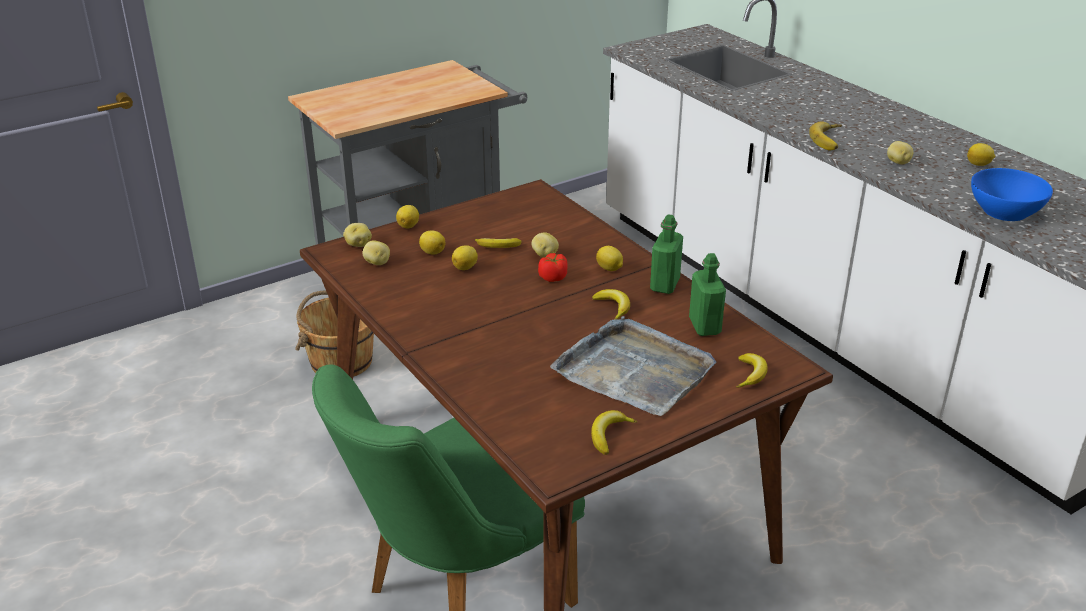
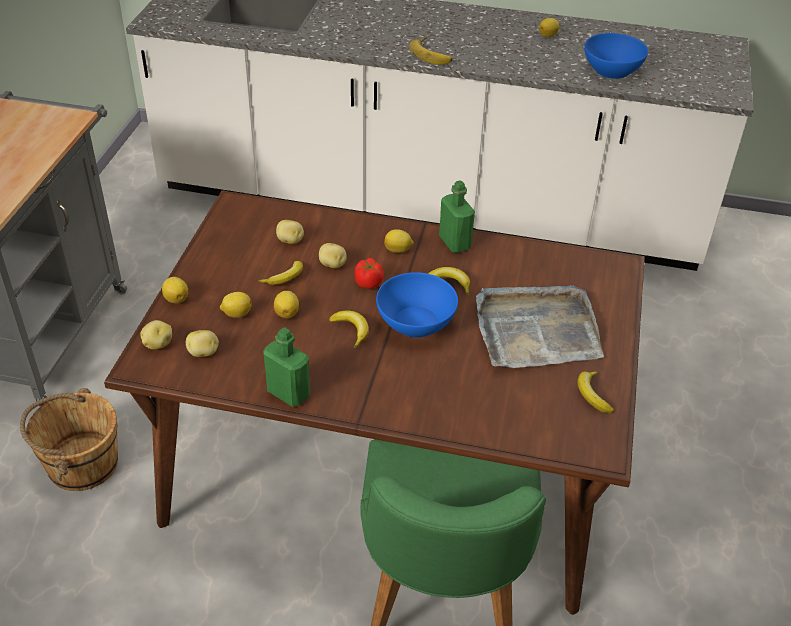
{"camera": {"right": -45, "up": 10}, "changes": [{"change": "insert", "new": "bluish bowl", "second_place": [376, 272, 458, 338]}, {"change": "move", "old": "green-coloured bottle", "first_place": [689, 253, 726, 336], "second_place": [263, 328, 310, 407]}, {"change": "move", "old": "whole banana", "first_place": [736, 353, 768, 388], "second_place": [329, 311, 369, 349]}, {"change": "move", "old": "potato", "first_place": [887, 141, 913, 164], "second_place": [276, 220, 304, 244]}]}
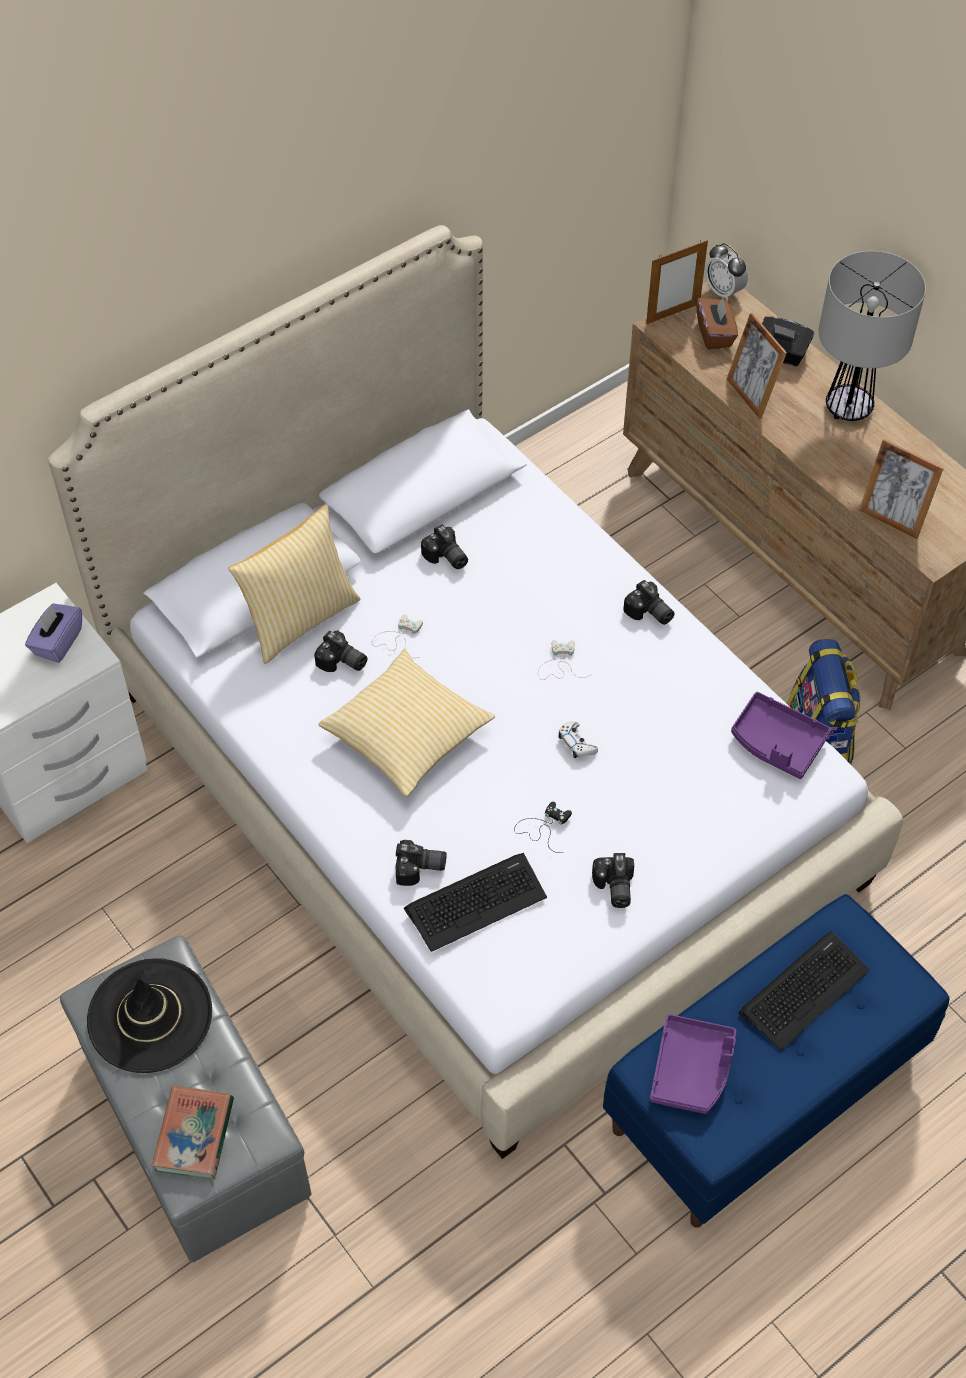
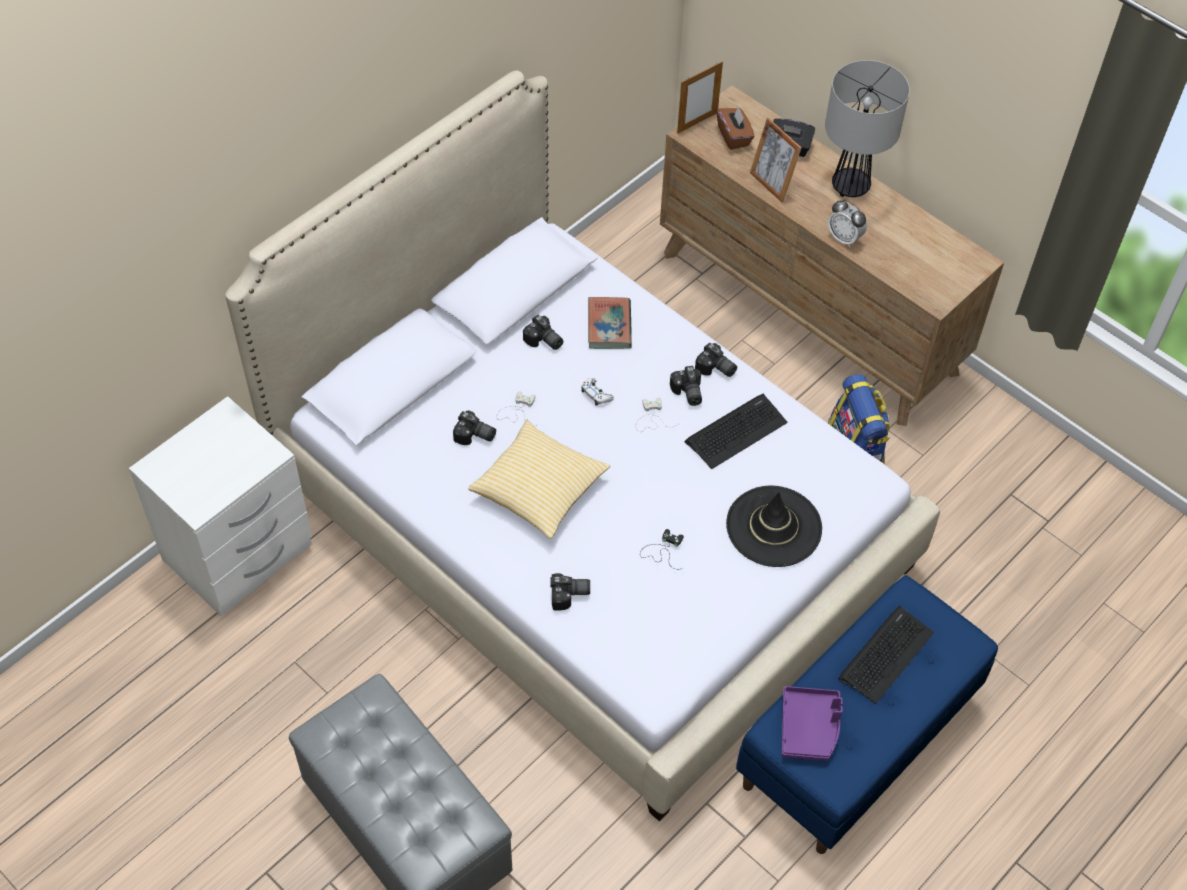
{"camera": {"right": -10, "up": 0}, "changes": [{"change": "delete", "old": "purplish tissue box", "first_place": [25, 603, 82, 663]}, {"change": "delete", "old": "throw pillow", "first_place": [229, 505, 361, 664]}, {"change": "delete", "old": "purplish serving tray", "first_place": [731, 692, 831, 779]}, {"change": "delete", "old": "picture frame", "first_place": [859, 439, 944, 539]}, {"change": "move", "old": "black-coloured clothing hat", "first_place": [87, 958, 212, 1073], "second_place": [726, 485, 822, 567]}, {"change": "move", "old": "bound book", "first_place": [152, 1086, 234, 1179], "second_place": [588, 297, 632, 349]}, {"change": "move", "old": "computer keyboard", "first_place": [404, 853, 547, 952], "second_place": [684, 394, 787, 469]}, {"change": "move", "old": "white-coloured gamepad", "first_place": [559, 721, 598, 758], "second_place": [581, 378, 614, 406]}, {"change": "move", "old": "still camera", "first_place": [592, 853, 634, 908], "second_place": [670, 366, 702, 406]}, {"change": "move", "old": "table clock", "first_place": [705, 243, 748, 301], "second_place": [828, 200, 867, 247]}]}
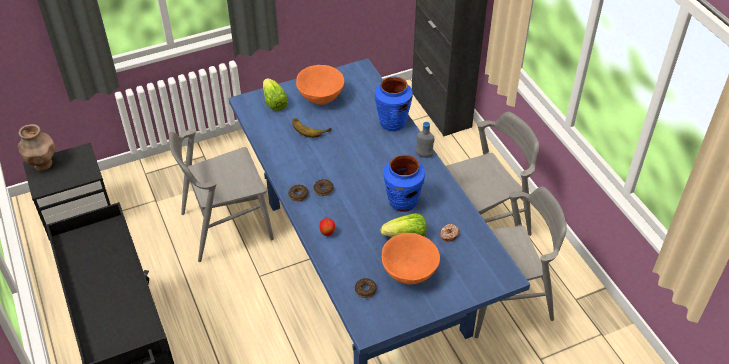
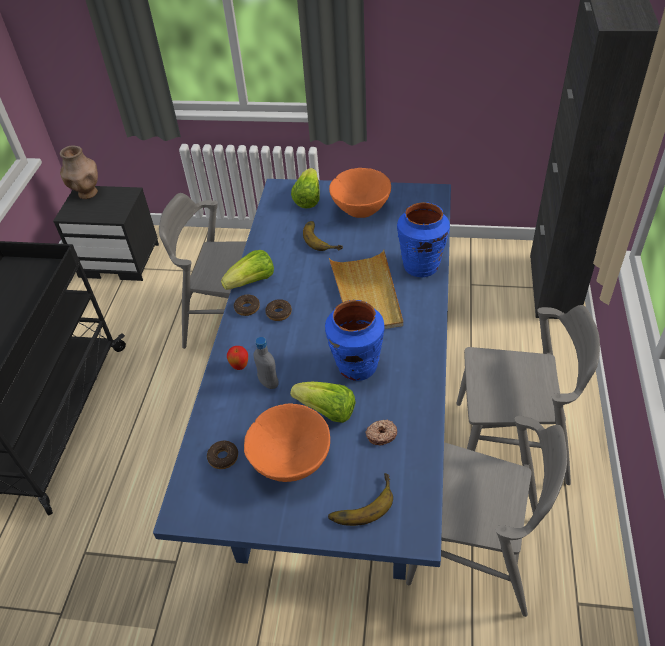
{"camera": {"right": 35, "up": 0}, "changes": [{"change": "insert", "new": "lettuce", "second_place": [221, 250, 274, 290]}, {"change": "insert", "new": "whole banana", "second_place": [328, 473, 393, 526]}, {"change": "insert", "new": "sand-coloured serving tray", "second_place": [329, 249, 403, 329]}, {"change": "move", "old": "gray bottle", "first_place": [416, 122, 435, 158], "second_place": [253, 337, 279, 389]}]}
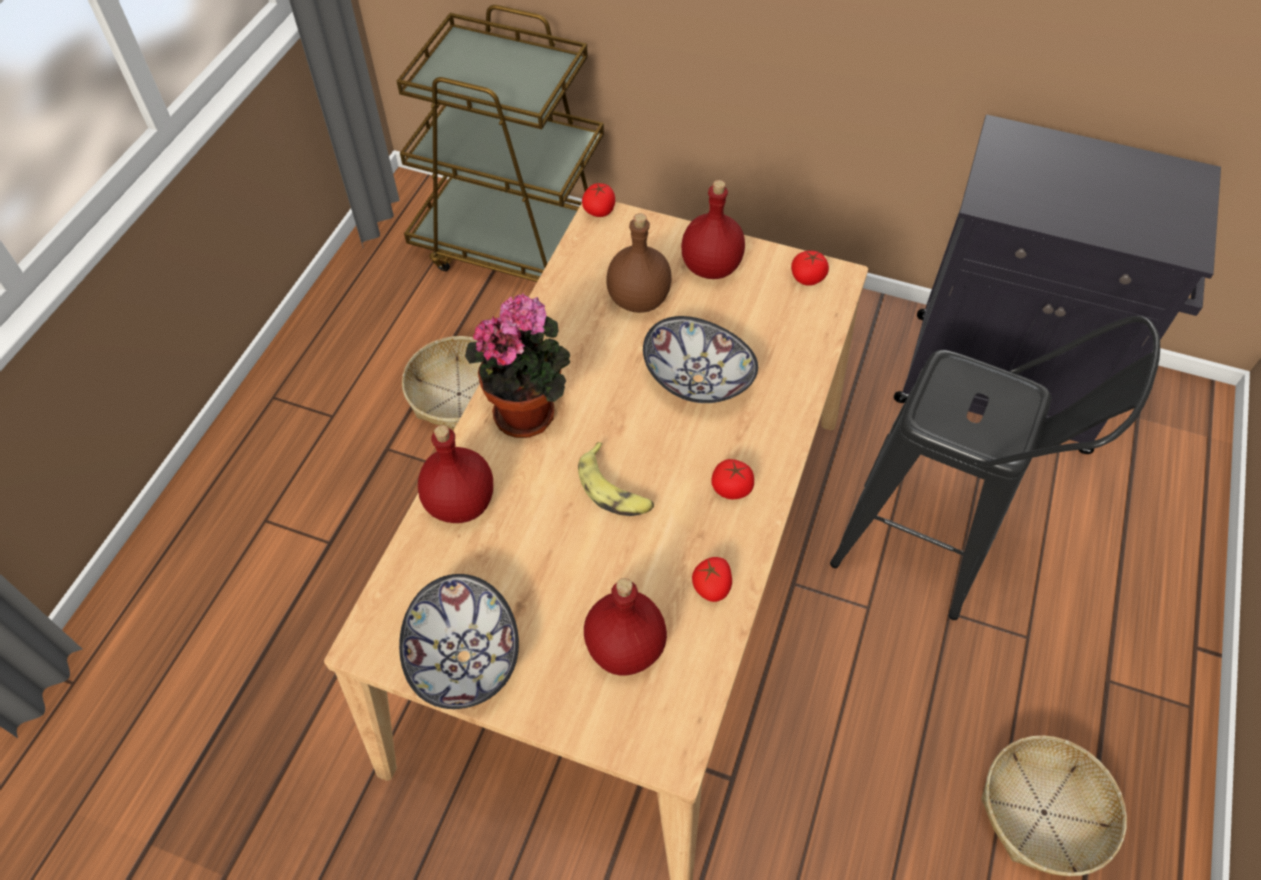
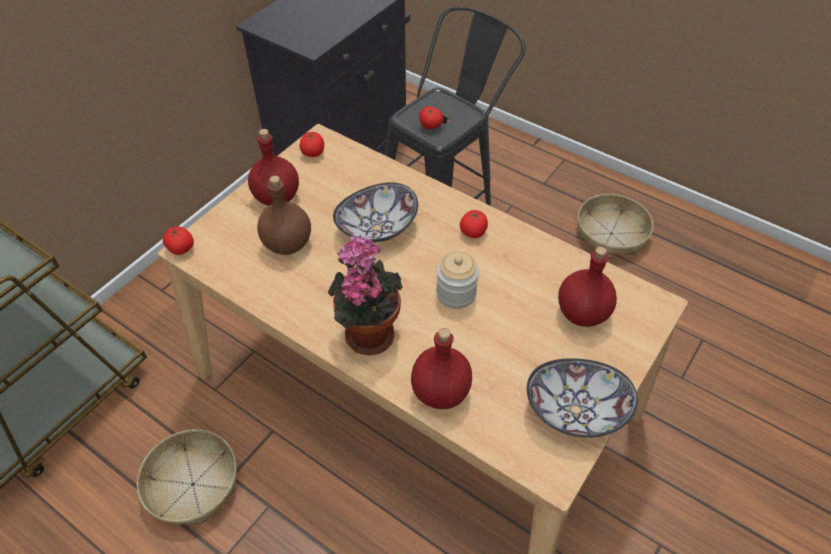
{"camera": {"right": -75, "up": -5}, "changes": [{"change": "move", "old": "fresh tomato", "first_place": [692, 557, 732, 602], "second_place": [419, 107, 443, 129]}, {"change": "replace", "old": "whole banana", "new": "storage jar", "first_place": [578, 442, 654, 516], "second_place": [436, 251, 479, 309]}]}
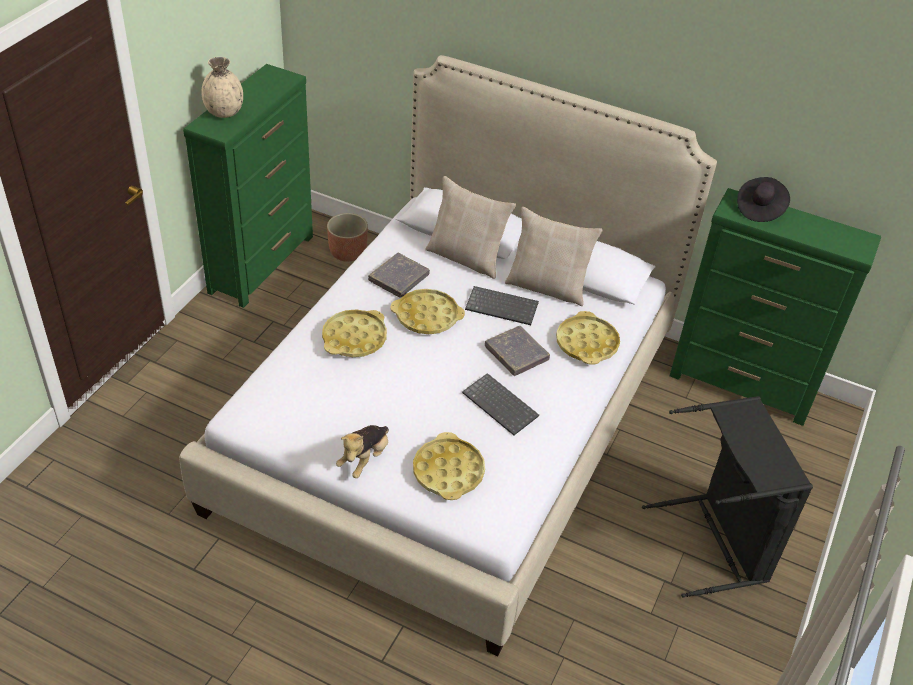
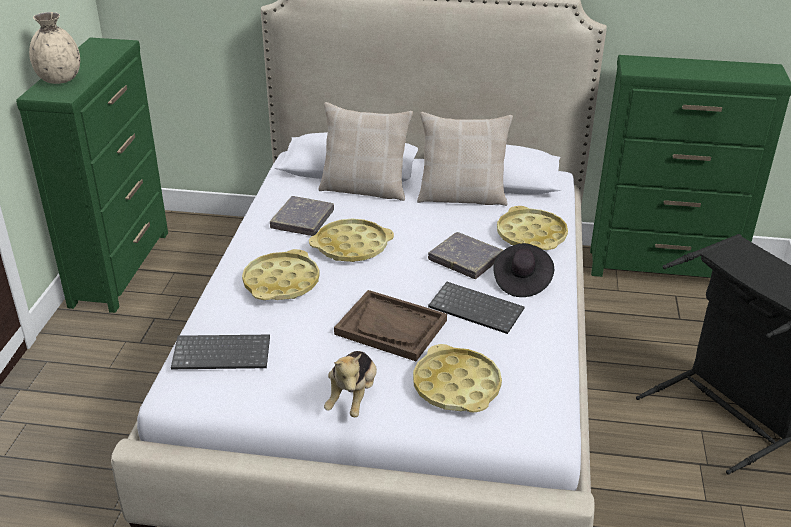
{"camera": {"right": -15, "up": -10}, "changes": [{"change": "delete", "old": "flower pot", "first_place": [327, 213, 368, 262]}, {"change": "insert", "new": "brown-coloured serving tray", "second_place": [334, 290, 447, 361]}, {"change": "move", "old": "computer keyboard", "first_place": [465, 286, 539, 325], "second_place": [171, 335, 270, 369]}, {"change": "move", "old": "black-coloured clothing hat", "first_place": [737, 177, 790, 222], "second_place": [493, 243, 554, 297]}]}
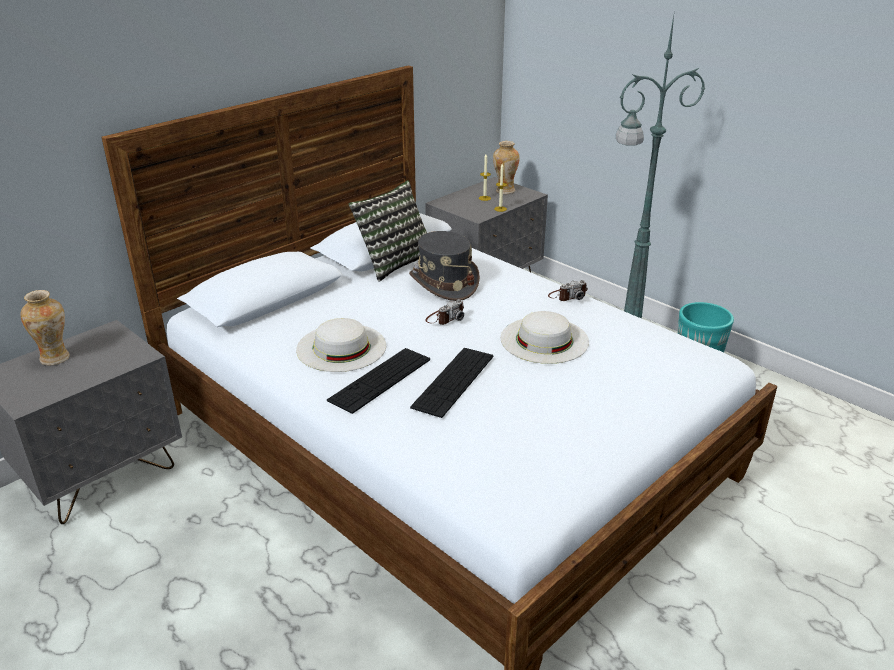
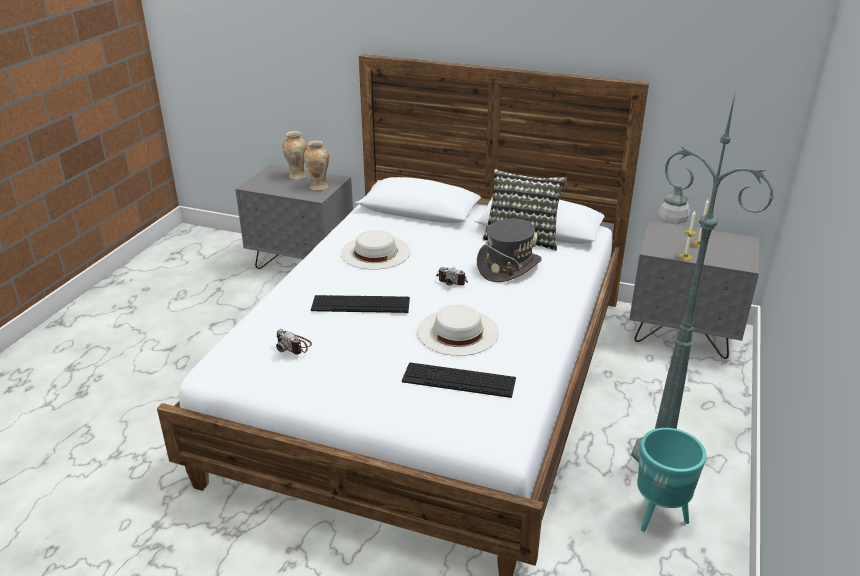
{"camera": {"right": 65, "up": 0}, "changes": [{"change": "move", "old": "computer keyboard", "first_place": [327, 348, 430, 414], "second_place": [402, 362, 516, 398]}, {"change": "move", "old": "flower vase", "first_place": [493, 141, 520, 194], "second_place": [304, 140, 329, 191]}, {"change": "move", "old": "still camera", "first_place": [548, 280, 588, 301], "second_place": [276, 329, 312, 355]}]}
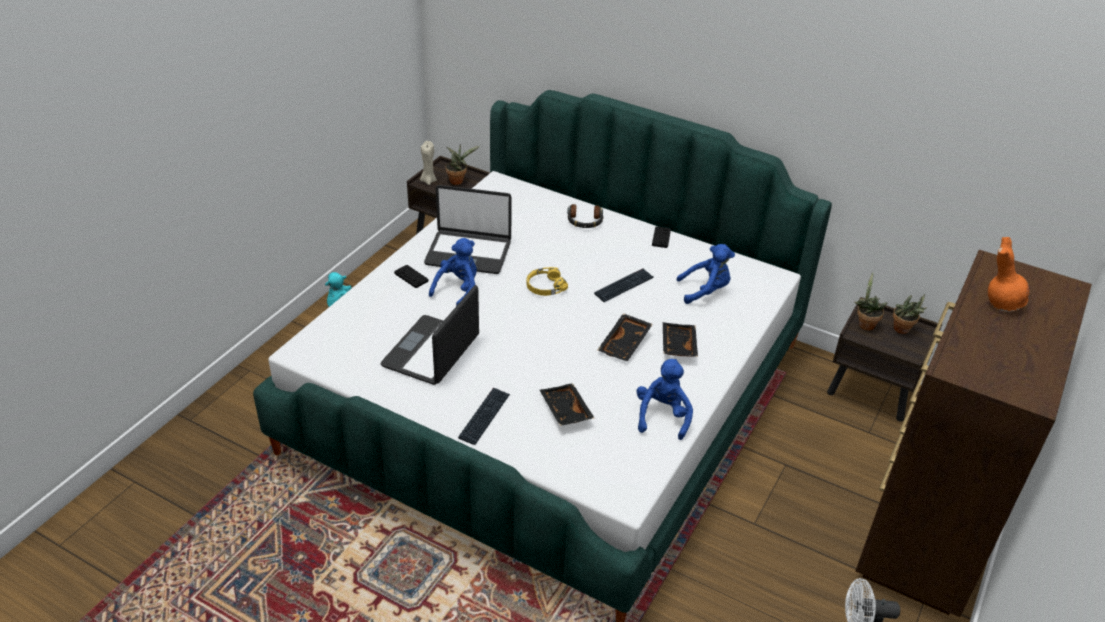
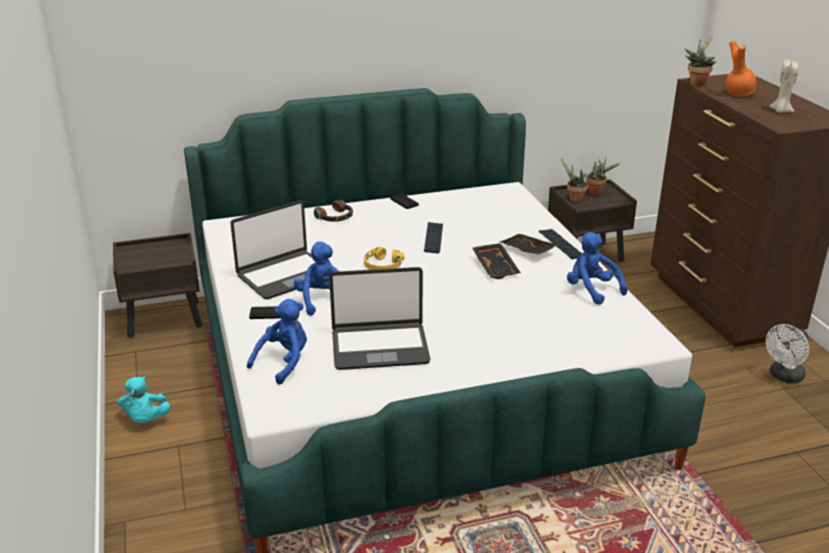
{"camera": {"right": -45, "up": -10}, "changes": [{"change": "delete", "old": "black-coloured serving tray", "first_place": [540, 383, 594, 426]}, {"change": "move", "old": "sand-coloured wax light", "first_place": [420, 141, 437, 185], "second_place": [770, 60, 799, 113]}, {"change": "move", "old": "plant in a pot", "first_place": [445, 144, 480, 185], "second_place": [685, 35, 716, 86]}, {"change": "move", "old": "computer keyboard", "first_place": [458, 387, 510, 445], "second_place": [539, 229, 582, 259]}, {"change": "move", "old": "bluish plush toy", "first_place": [677, 244, 735, 304], "second_place": [247, 299, 307, 385]}, {"change": "rotate", "old": "portable computer", "first_place": [381, 285, 479, 385], "second_place": [329, 267, 430, 370], "degrees": -75}]}
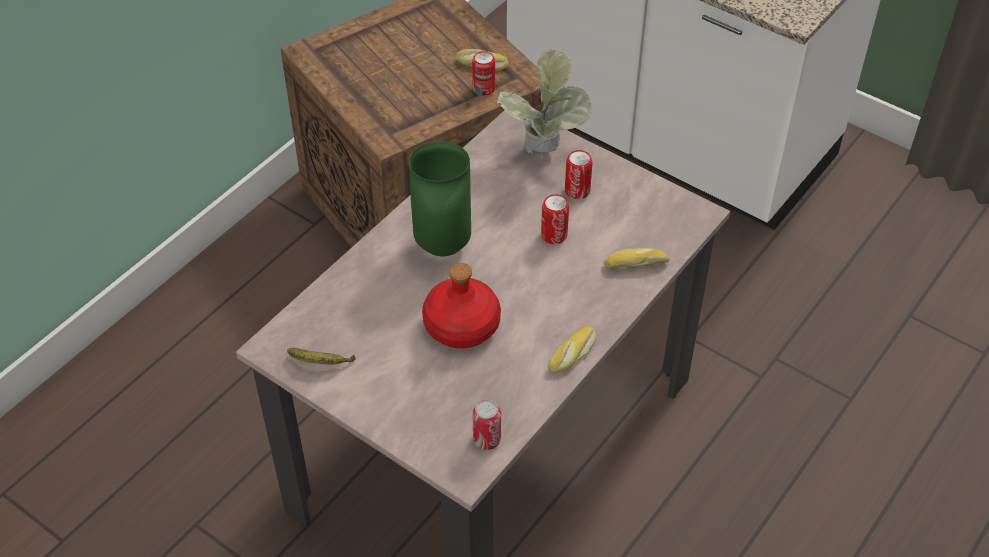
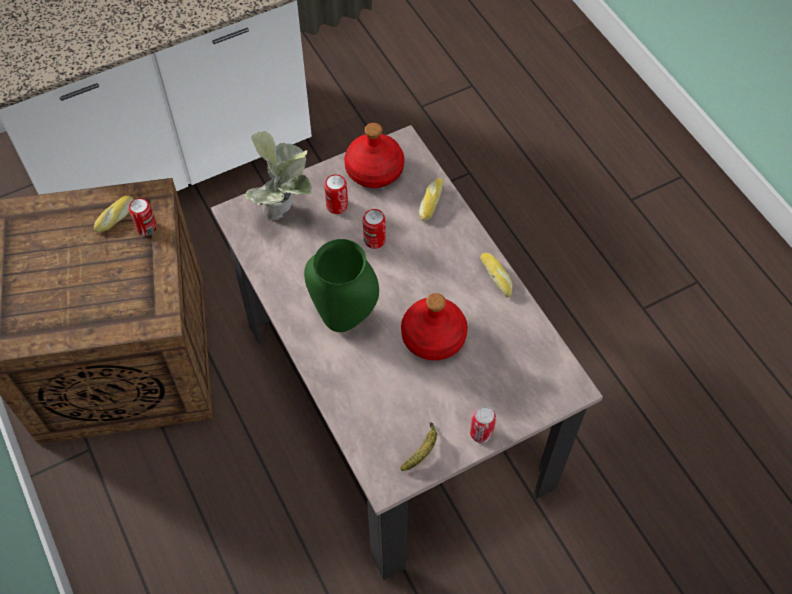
{"camera": {"right": -65, "up": 10}, "changes": [{"change": "insert", "new": "reddish bottle", "second_place": [344, 123, 404, 188]}, {"change": "move", "old": "sealed can", "first_place": [472, 399, 501, 450], "second_place": [470, 406, 496, 443]}]}
